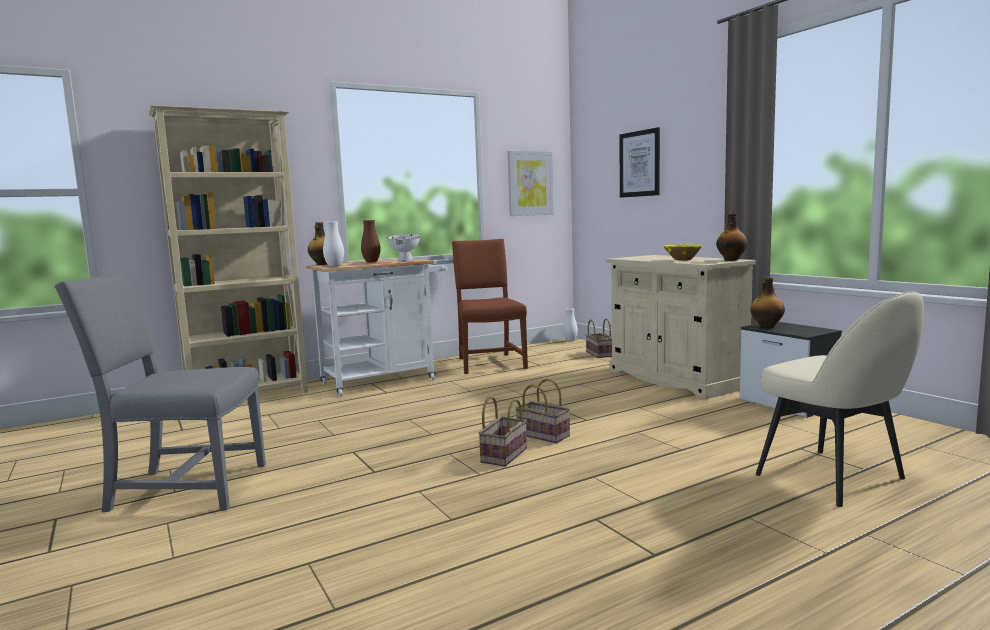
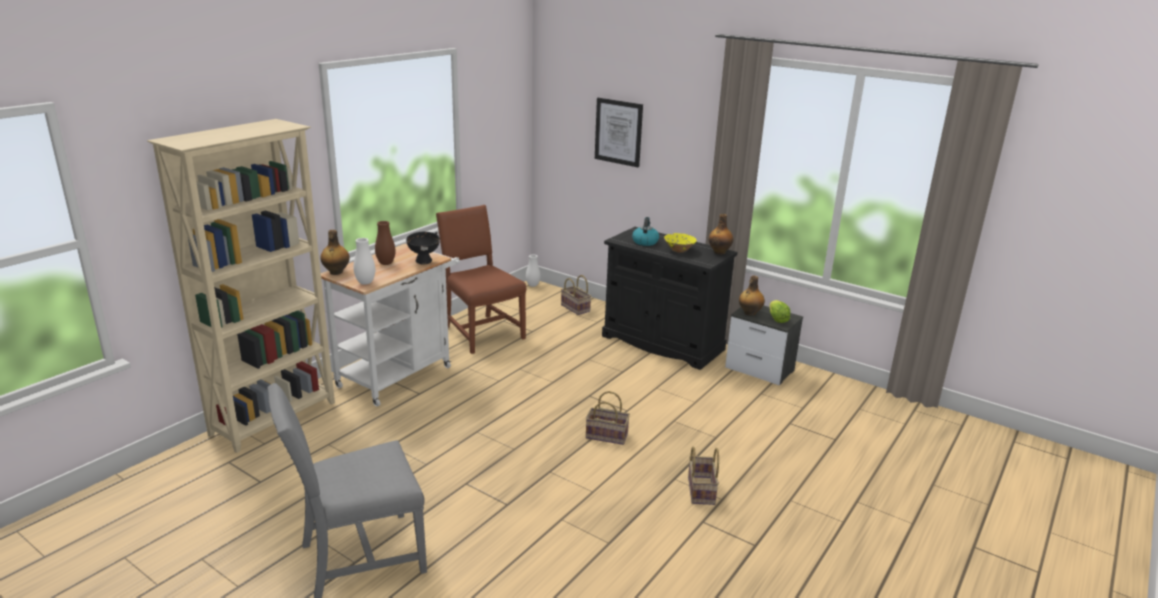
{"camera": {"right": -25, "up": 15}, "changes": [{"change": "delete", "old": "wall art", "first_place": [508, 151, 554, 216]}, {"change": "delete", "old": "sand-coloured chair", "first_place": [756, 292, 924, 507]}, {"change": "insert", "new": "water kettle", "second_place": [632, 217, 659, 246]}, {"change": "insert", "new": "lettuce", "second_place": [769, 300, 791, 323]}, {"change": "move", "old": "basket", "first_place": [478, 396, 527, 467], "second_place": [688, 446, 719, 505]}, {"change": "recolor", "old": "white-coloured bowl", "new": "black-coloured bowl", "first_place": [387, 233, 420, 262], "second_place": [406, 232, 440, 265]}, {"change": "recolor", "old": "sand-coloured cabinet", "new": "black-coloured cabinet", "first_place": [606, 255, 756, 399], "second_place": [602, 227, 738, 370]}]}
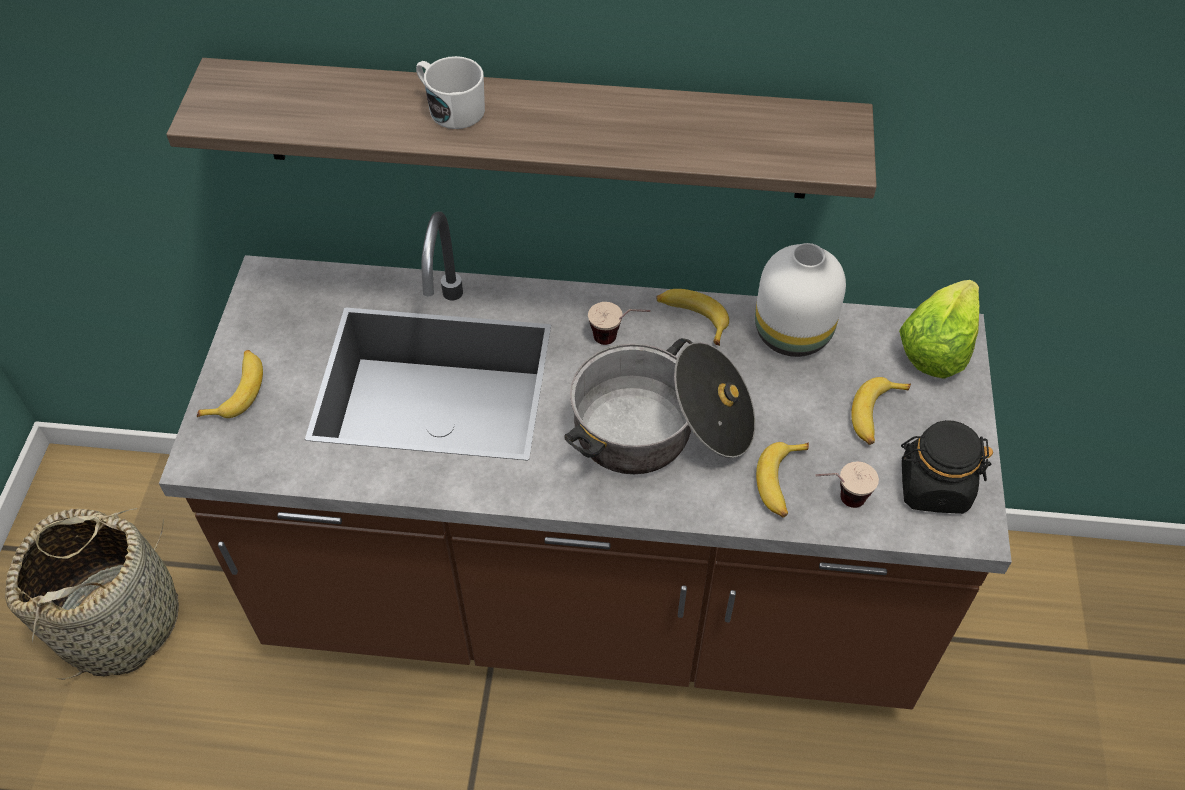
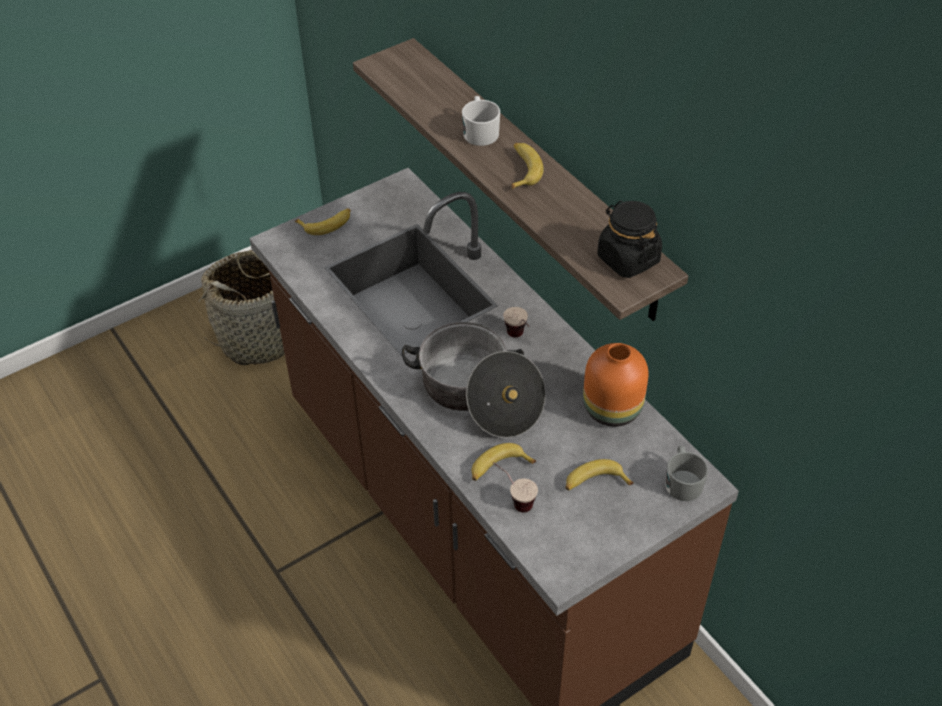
{"camera": {"right": 50, "up": -5}, "changes": [{"change": "move", "old": "whole banana", "first_place": [656, 289, 729, 346], "second_place": [511, 143, 544, 189]}, {"change": "move", "old": "black-coloured storage jar", "first_place": [901, 420, 993, 514], "second_place": [597, 201, 662, 278]}, {"change": "replace", "old": "lettuce", "new": "gray tea mug", "first_place": [899, 280, 979, 379], "second_place": [665, 445, 708, 501]}, {"change": "recolor", "old": "white-coloured flower vase", "new": "orange flower vase", "first_place": [755, 243, 846, 357], "second_place": [583, 343, 649, 427]}]}
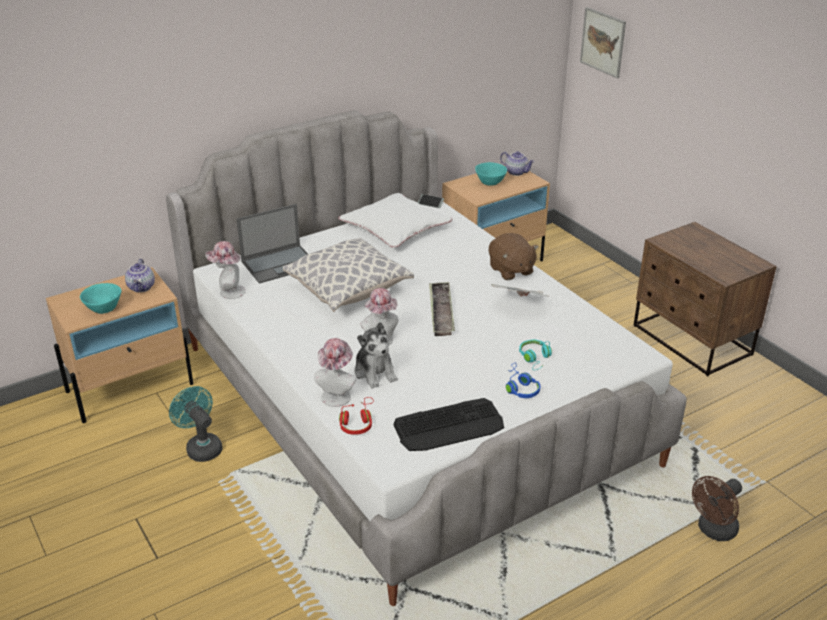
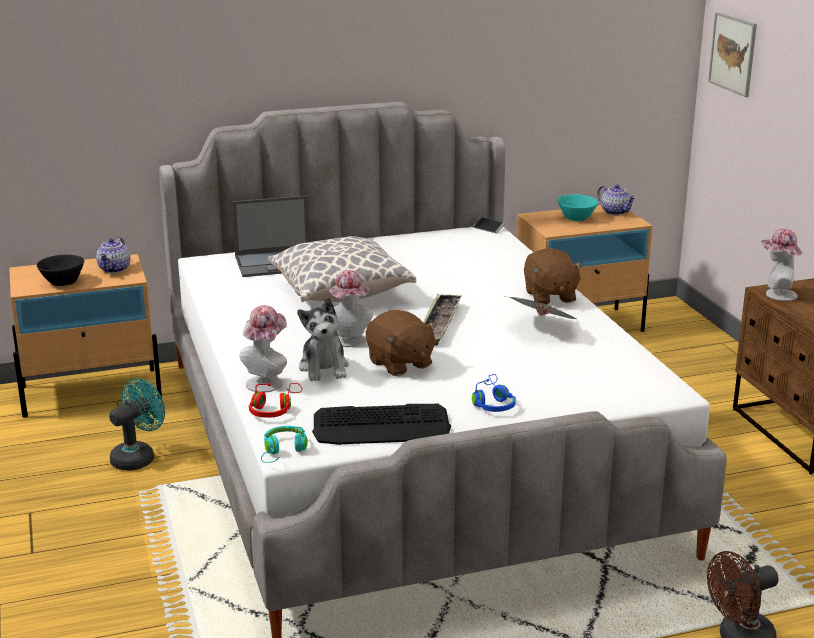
{"camera": {"right": 15, "up": -10}, "changes": [{"change": "delete", "old": "white-coloured throw pillow", "first_place": [338, 193, 453, 248]}, {"change": "insert", "new": "brown-coloured plush toy", "second_place": [366, 310, 437, 376]}, {"change": "move", "old": "clothing hat", "first_place": [205, 241, 246, 299], "second_place": [761, 228, 802, 301]}, {"change": "move", "old": "turquoise headset", "first_place": [519, 340, 552, 370], "second_place": [261, 426, 307, 463]}, {"change": "recolor", "old": "turquoise bowl", "new": "black-coloured bowl", "first_place": [80, 283, 121, 314], "second_place": [37, 255, 84, 286]}, {"change": "rotate", "old": "turquoise cooling fan", "first_place": [169, 386, 223, 462], "second_place": [109, 378, 165, 471], "degrees": 60}]}
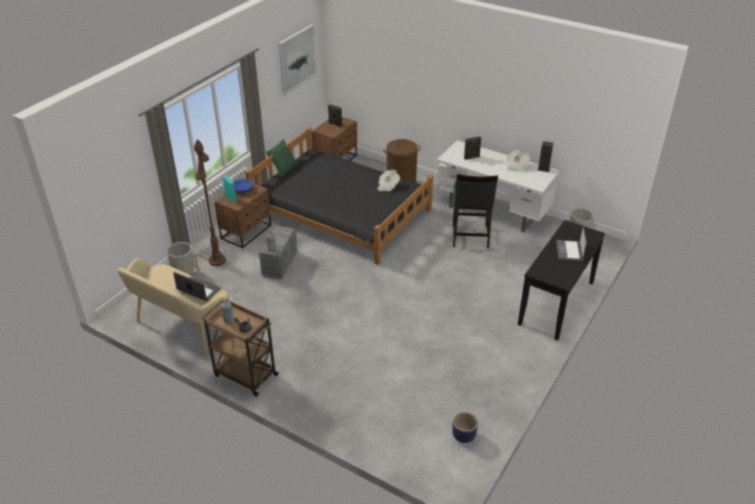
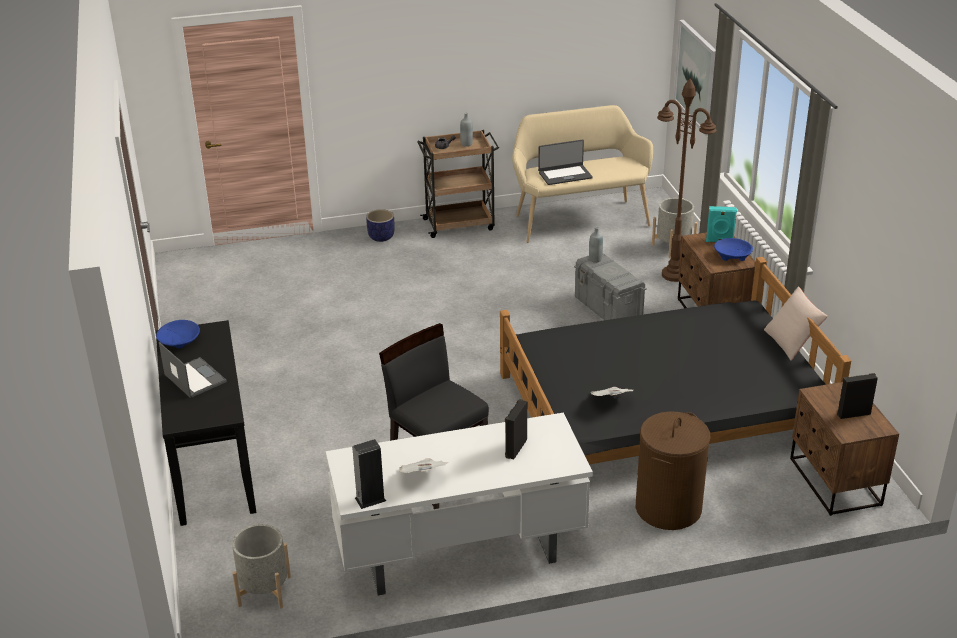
{"camera": {"right": 135, "up": -5}, "changes": [{"change": "insert", "new": "bluish bowl", "second_place": [156, 320, 200, 348]}, {"change": "move", "old": "wall art", "first_place": [279, 24, 316, 95], "second_place": [674, 20, 716, 136]}, {"change": "move", "old": "flower pot", "first_place": [452, 412, 478, 443], "second_place": [366, 209, 395, 242]}, {"change": "recolor", "old": "green-coloured throw pillow", "new": "sand-coloured throw pillow", "first_place": [266, 139, 298, 177], "second_place": [764, 286, 828, 361]}]}
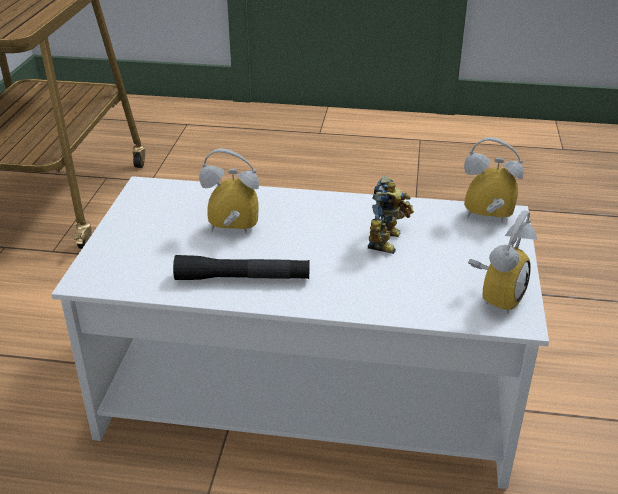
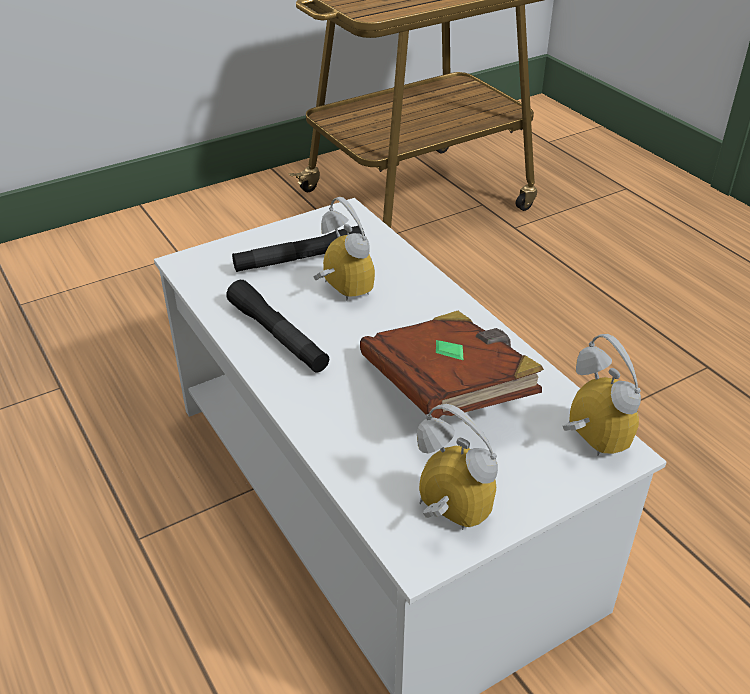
{"camera": {"right": 50, "up": 5}, "changes": [{"change": "insert", "new": "black-coloured hand torch", "second_place": [232, 226, 365, 272]}, {"change": "replace", "old": "toy robot", "new": "brown-coloured bound book", "first_place": [368, 176, 414, 254], "second_place": [360, 311, 544, 419]}, {"change": "rotate", "old": "table clock", "first_place": [468, 210, 537, 314], "second_place": [417, 404, 498, 530], "degrees": -135}]}
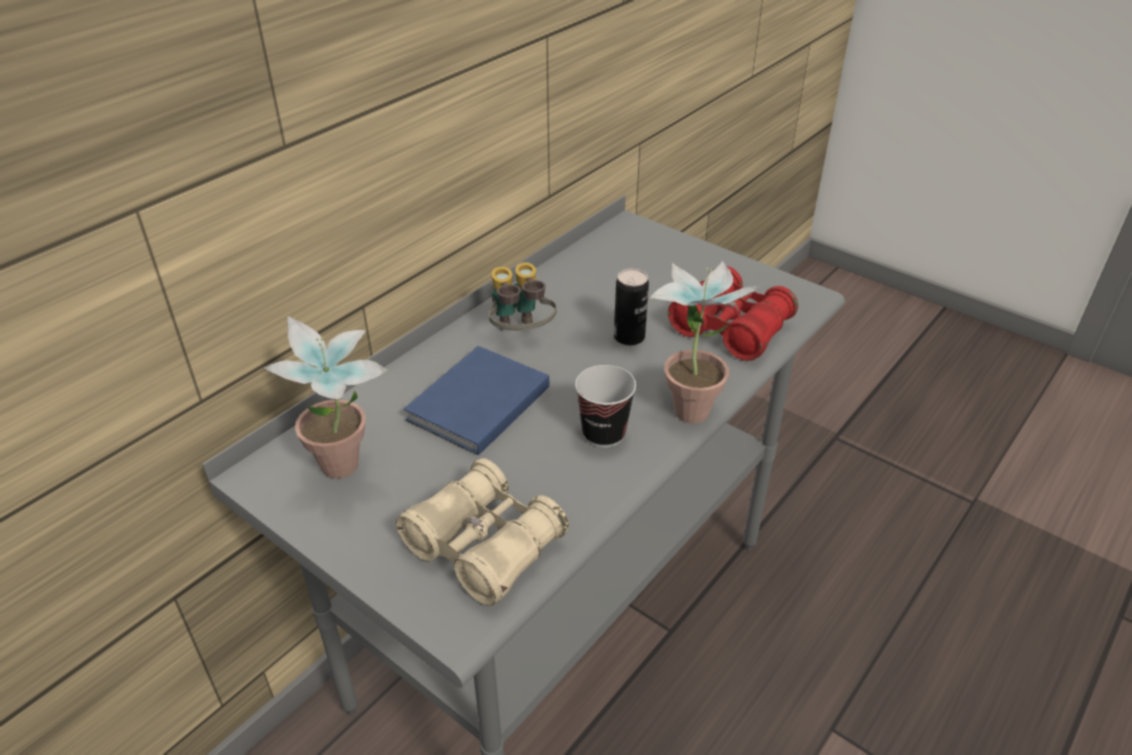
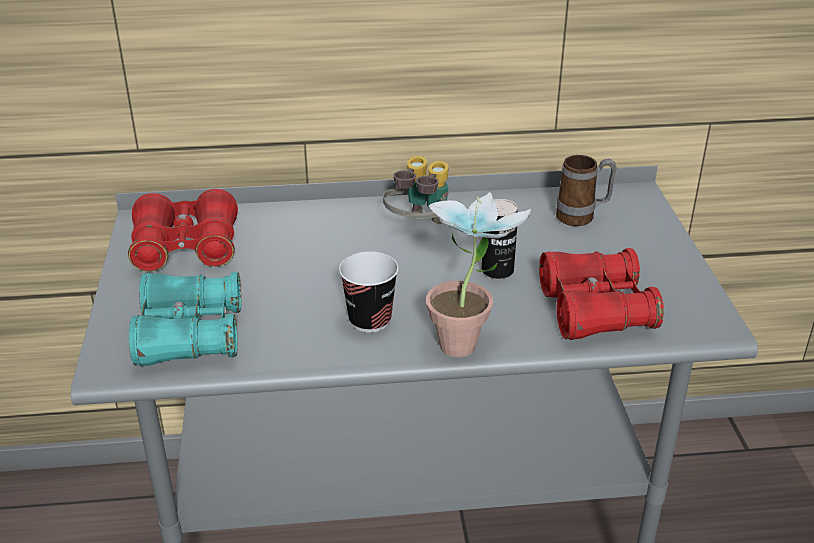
{"camera": {"right": 45, "up": -5}, "changes": [{"change": "delete", "old": "bluish bound book", "first_place": [404, 346, 549, 455]}, {"change": "insert", "new": "tea mug", "second_place": [556, 155, 616, 226]}, {"change": "replace", "old": "plant in a pot", "new": "reddish field glasses", "first_place": [265, 316, 389, 479], "second_place": [128, 189, 238, 272]}, {"change": "recolor", "old": "sand-coloured field glasses", "new": "turquoise field glasses", "first_place": [396, 458, 569, 606], "second_place": [129, 272, 241, 366]}]}
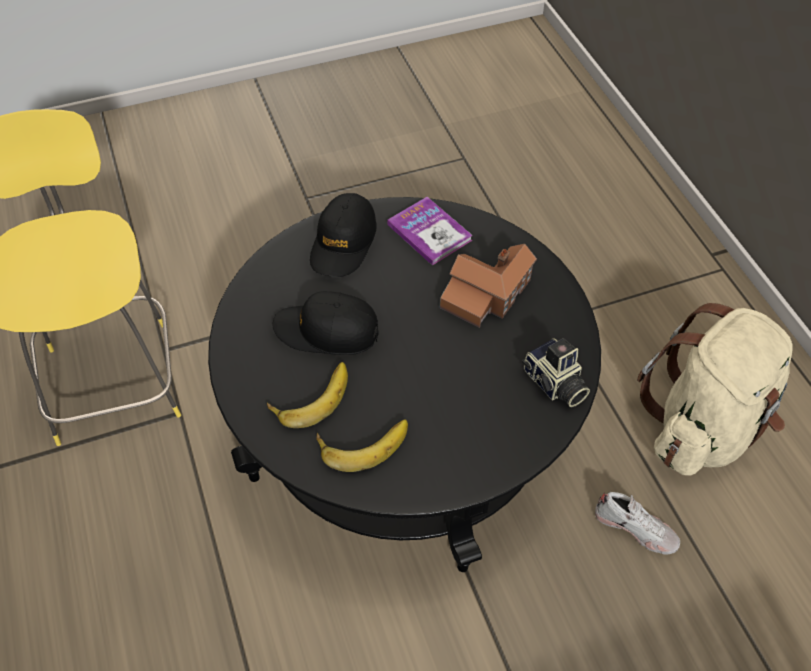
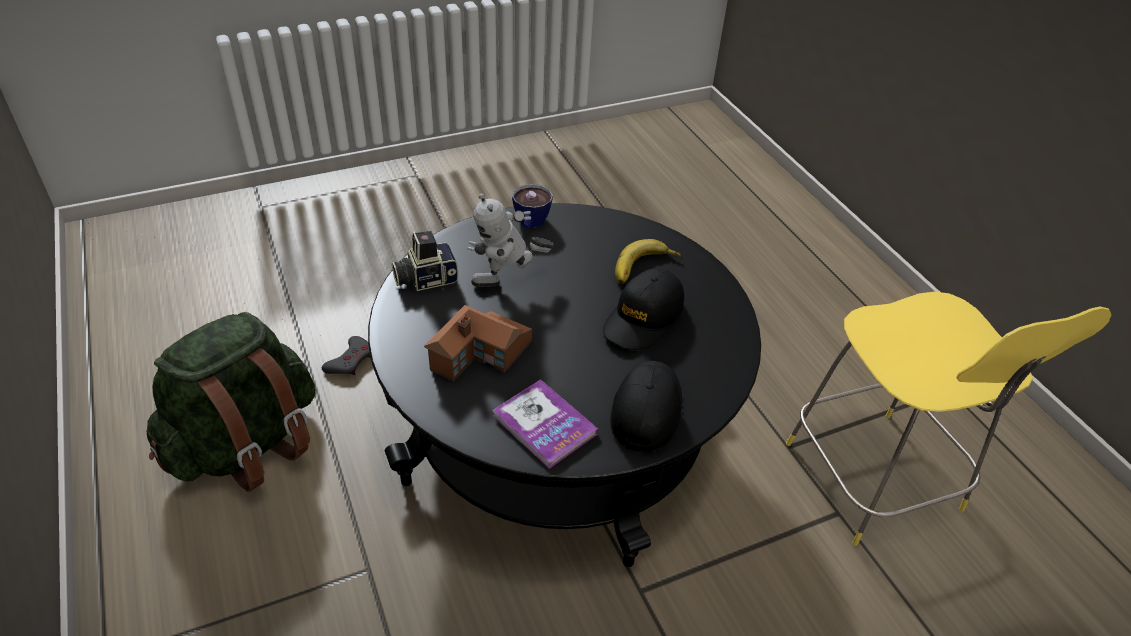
{"camera": {"right": 175, "up": -10}, "changes": [{"change": "delete", "old": "whole banana", "first_place": [316, 419, 408, 472]}, {"change": "insert", "new": "toy robot", "second_place": [467, 193, 554, 287]}, {"change": "insert", "new": "small cup", "second_place": [512, 184, 553, 230]}, {"change": "replace", "old": "white-coloured shoe", "new": "gray gamepad", "first_place": [595, 492, 680, 554], "second_place": [322, 336, 371, 375]}, {"change": "recolor", "old": "sand-coloured knapsack", "new": "green-coloured knapsack", "first_place": [637, 303, 793, 476], "second_place": [147, 312, 316, 492]}, {"change": "rotate", "old": "black-coloured cap", "first_place": [273, 291, 378, 355], "second_place": [603, 268, 684, 350], "degrees": 120}, {"change": "rotate", "old": "still camera", "first_place": [522, 338, 590, 407], "second_place": [392, 231, 459, 291], "degrees": -75}]}
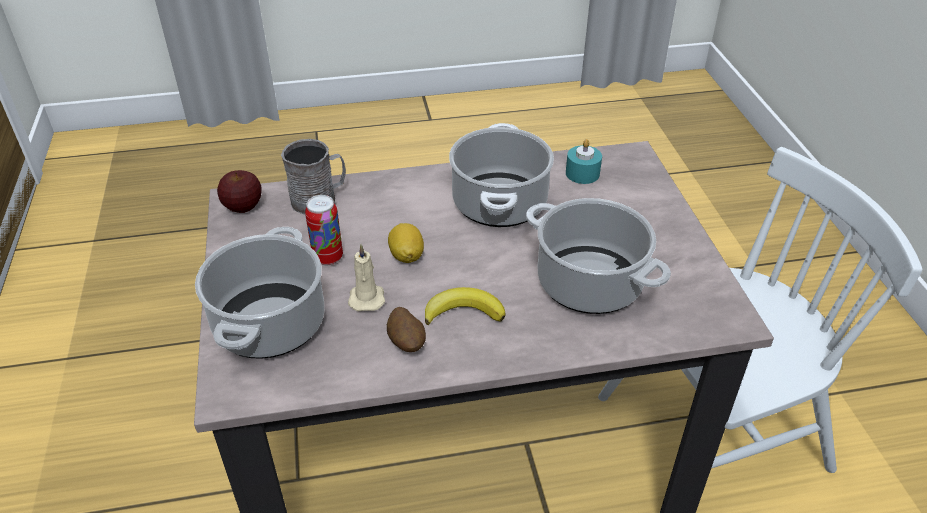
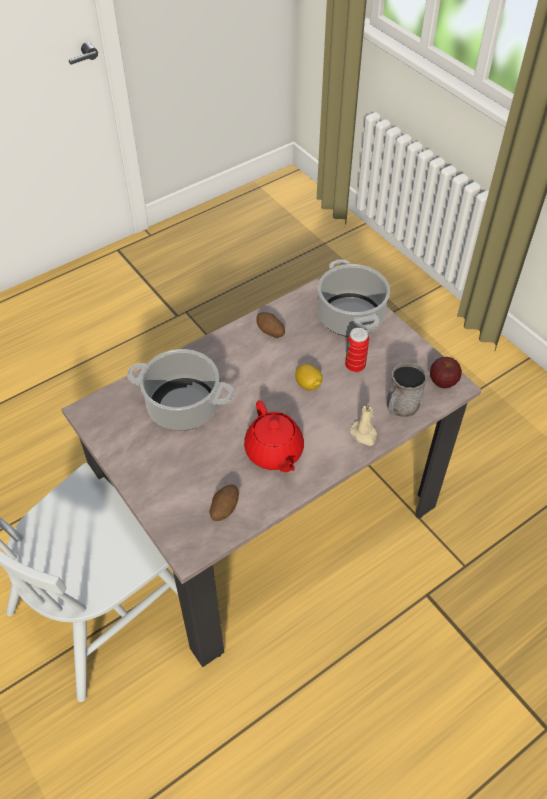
{"camera": {"right": 155, "up": 10}, "changes": [{"change": "delete", "old": "whole banana", "first_place": [425, 287, 506, 325]}, {"change": "move", "old": "sand-coloured wax light", "first_place": [348, 244, 385, 311], "second_place": [350, 403, 377, 446]}, {"change": "replace", "old": "stockpot", "new": "reddish tea pot", "first_place": [449, 123, 554, 227], "second_place": [244, 400, 304, 472]}, {"change": "replace", "old": "turquoise wax light", "new": "potato", "first_place": [566, 139, 602, 184], "second_place": [209, 485, 239, 521]}]}
